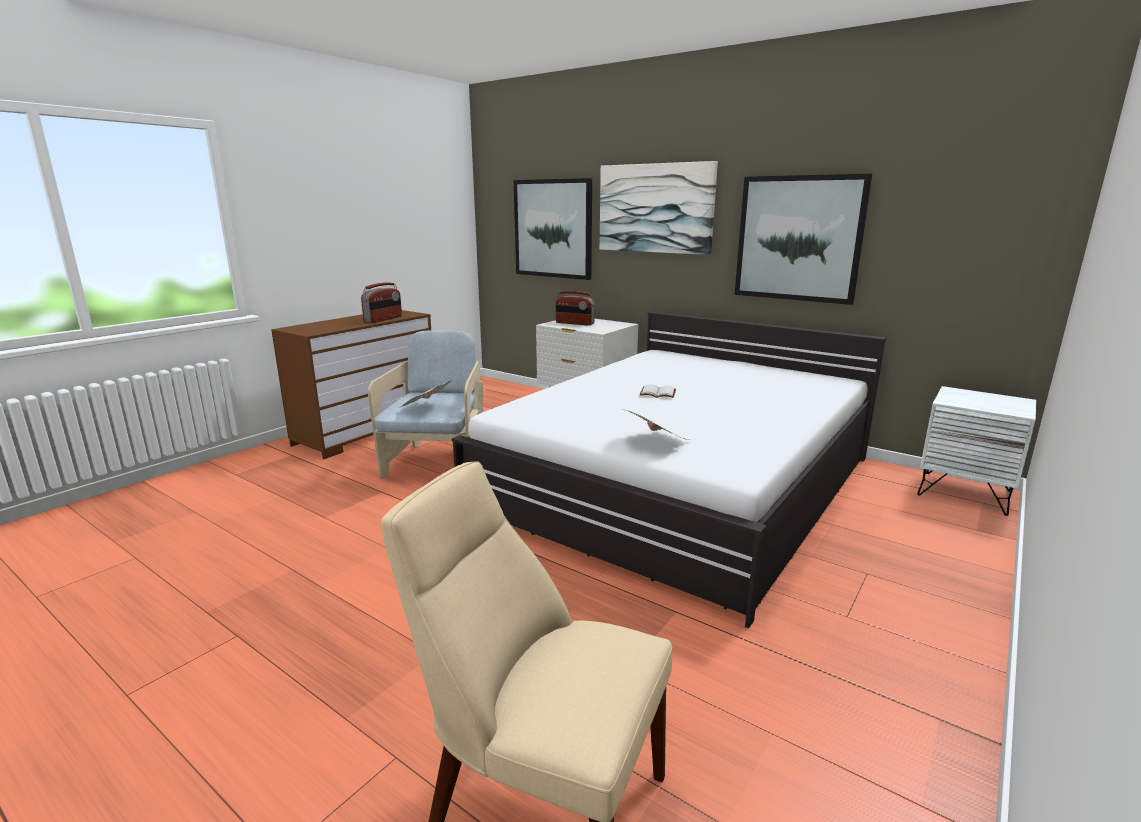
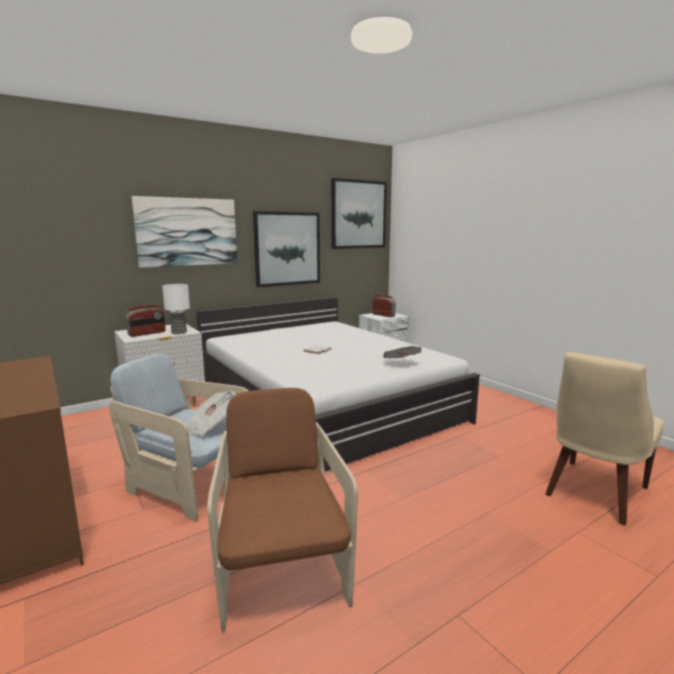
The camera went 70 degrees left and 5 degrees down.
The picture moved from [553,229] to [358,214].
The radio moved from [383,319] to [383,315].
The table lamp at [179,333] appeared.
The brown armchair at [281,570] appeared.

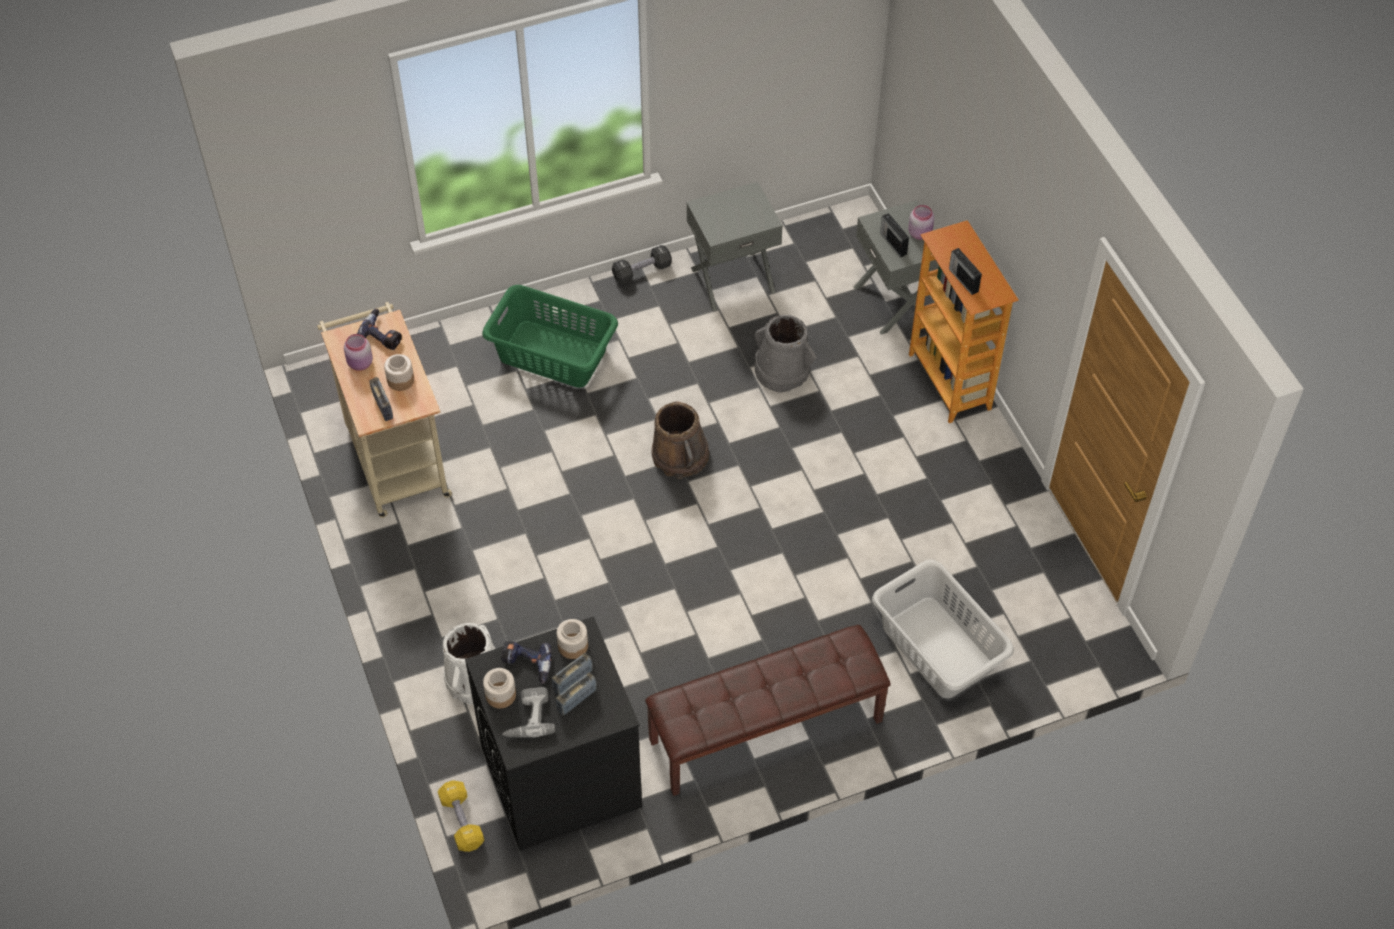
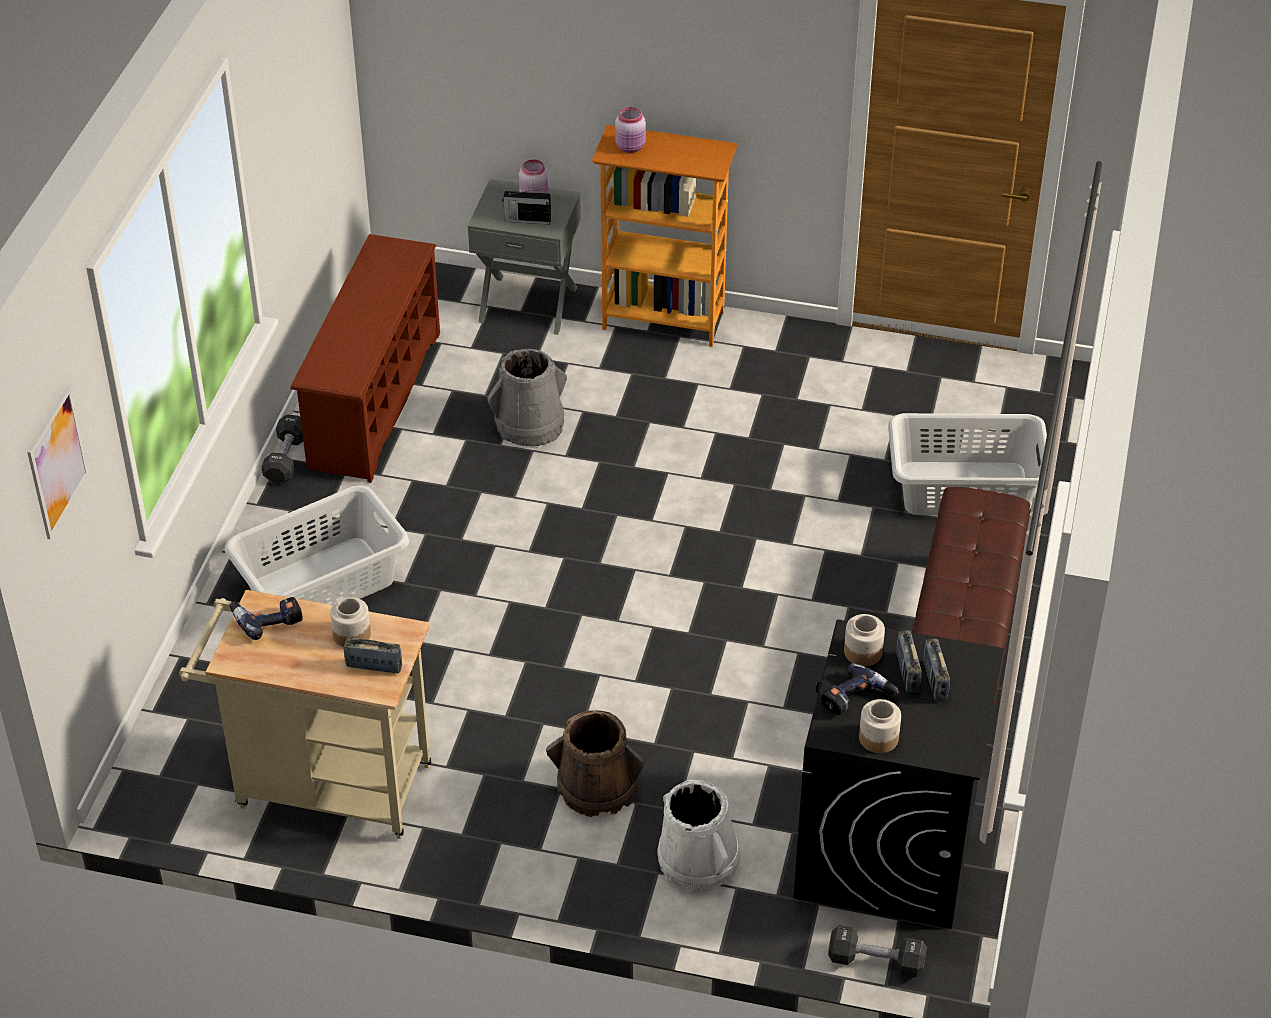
The camera went 55 degrees left and 10 degrees down.
The grey nightstand at [732,279] was replaced by the brown shoe rack at [373,399].
The radio at [963,279] disappeared.
The green laundry basket at [552,353] became the grey laundry basket at [320,583].
The pink jar moved from [360,364] to [631,147].
The brown bucket moved from [680,455] to [597,787].
The power drill at [527,717] disappeared.
The yellow dumbbell at [462,821] became the black dumbbell at [876,961].
The picture at [57,462] appeared.

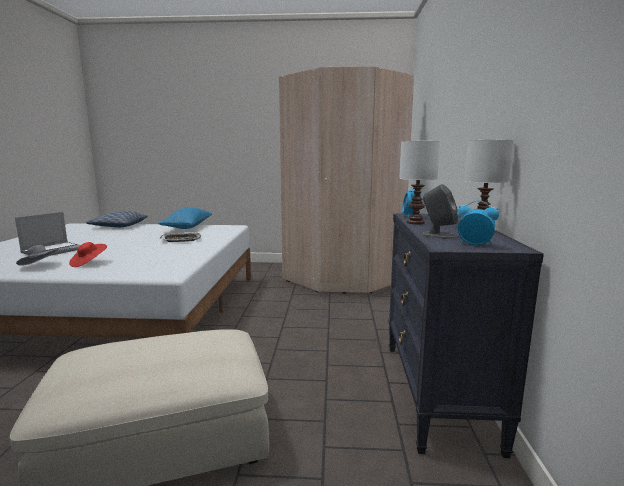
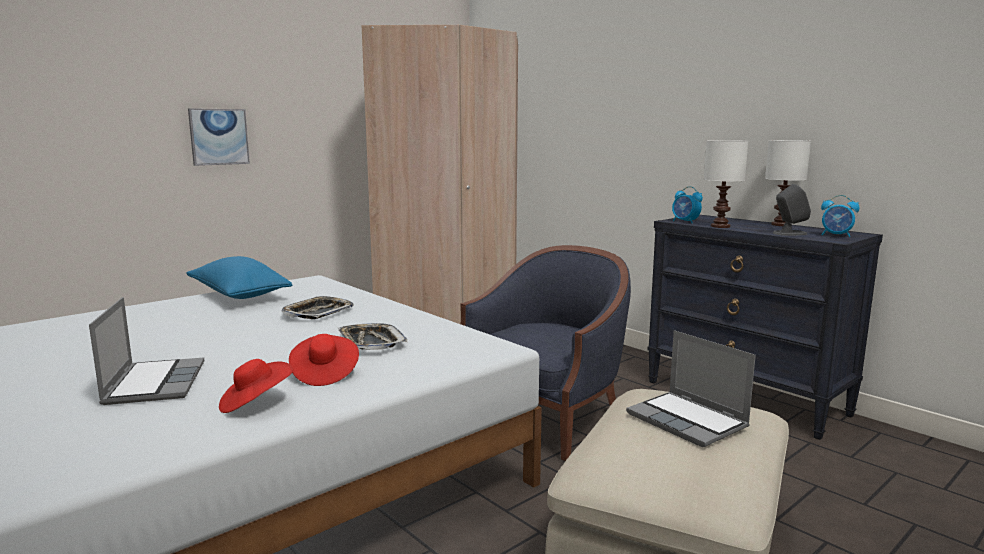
The camera went 45 degrees left and 0 degrees up.
The alarm clock at [474,244] turned 135 degrees counterclockwise.
The pillow at [118,226] disappeared.
The grey hat at [39,266] became the red hat at [255,403].
The picture at [219,137] appeared.
The blue armchair at [543,416] appeared.
The tray at [371,342] appeared.
The laptop at [688,421] appeared.

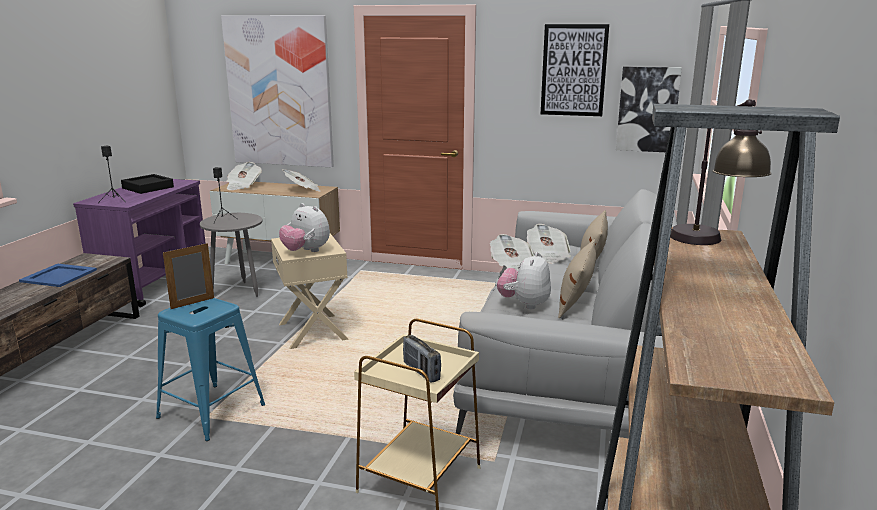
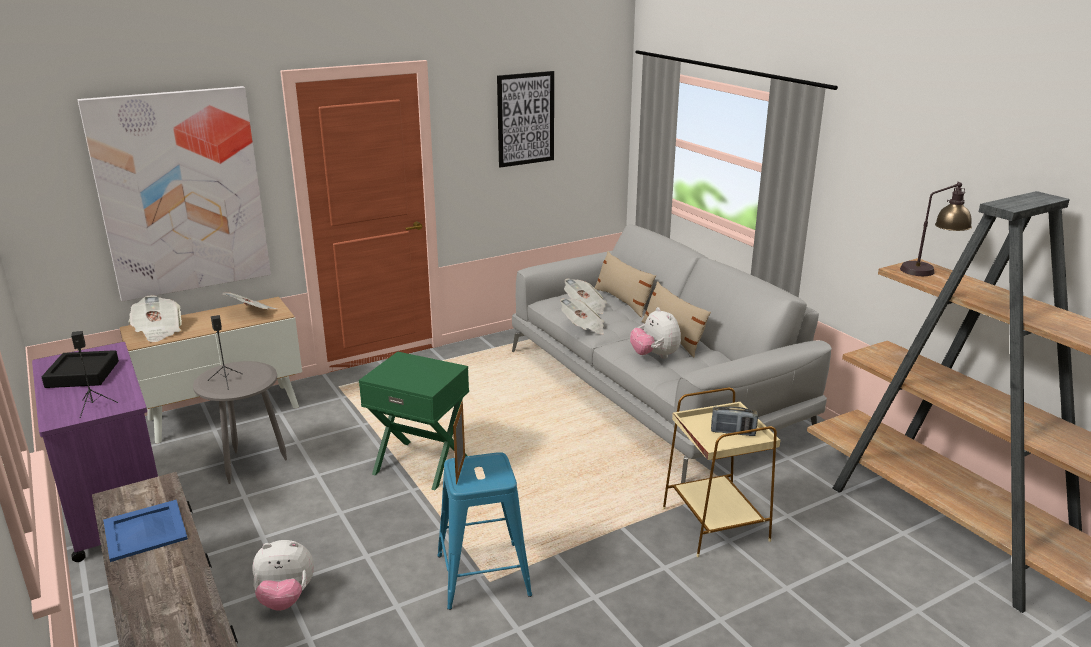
The camera went 45 degrees left and 5 degrees up.
The picture at [647,109] disappeared.
The plush toy moved from [306,251] to [285,598].
The beige side table at [314,331] became the green side table at [421,464].

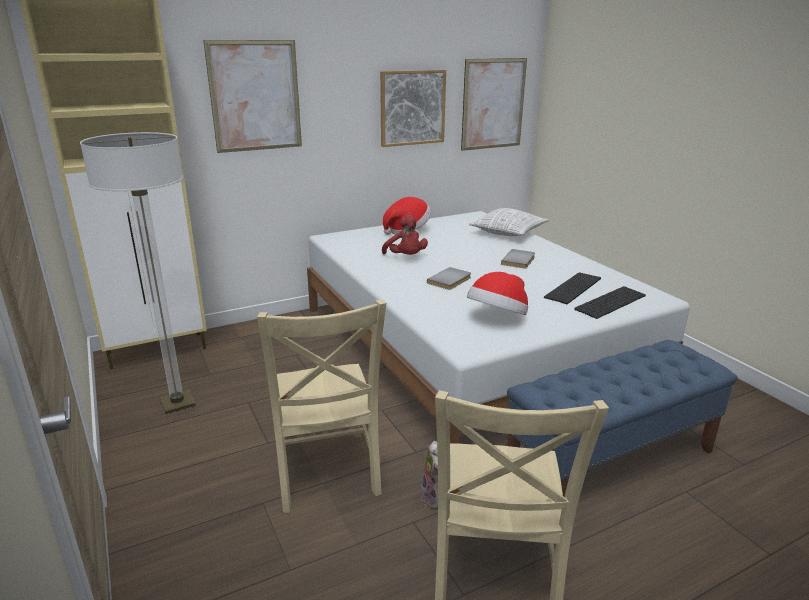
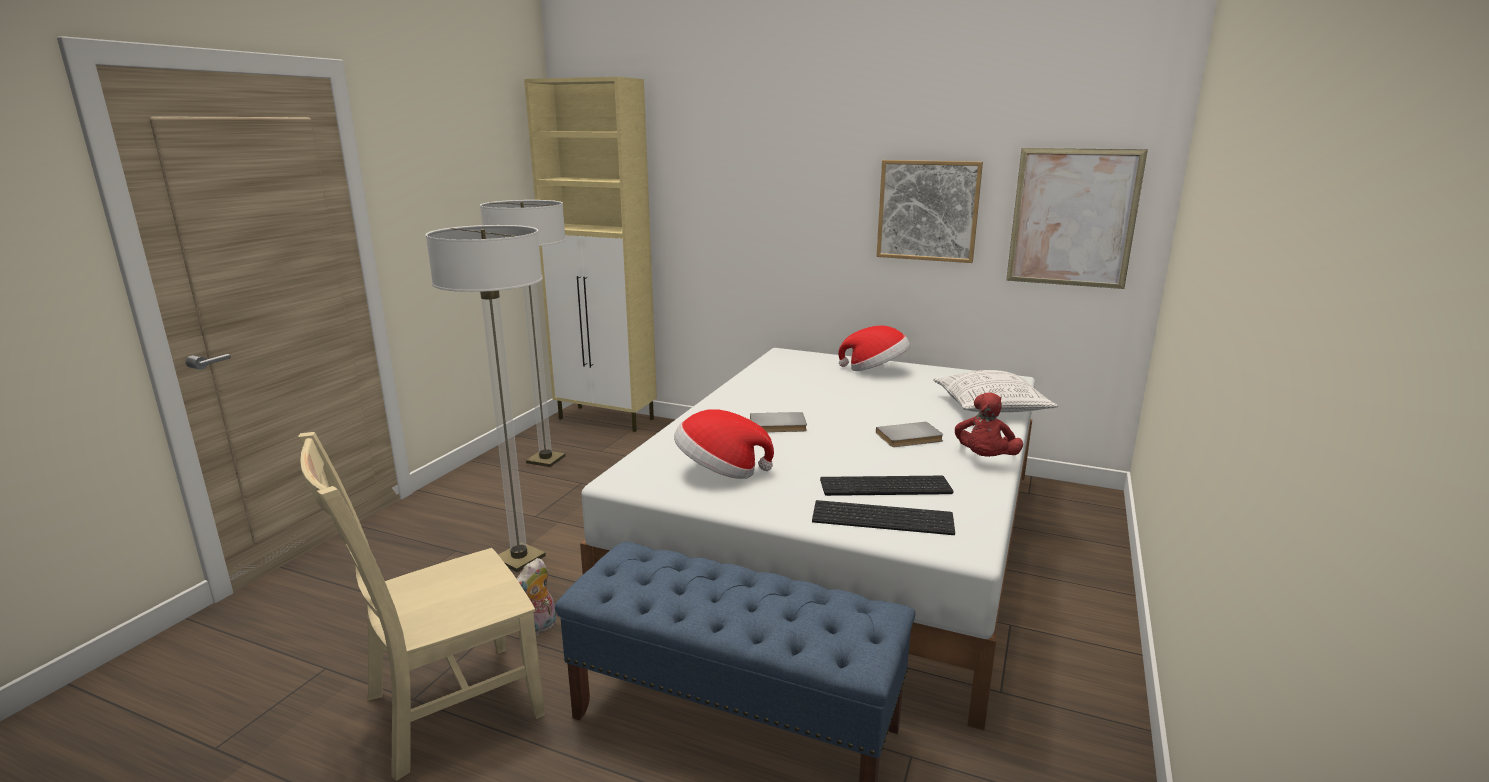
The camera went 50 degrees right and 5 degrees down.
The picture at [255,96] disappeared.
The red plush toy moved from [406,257] to [984,459].
The beige chair at [325,473] was replaced by the floor lamp at [519,559].

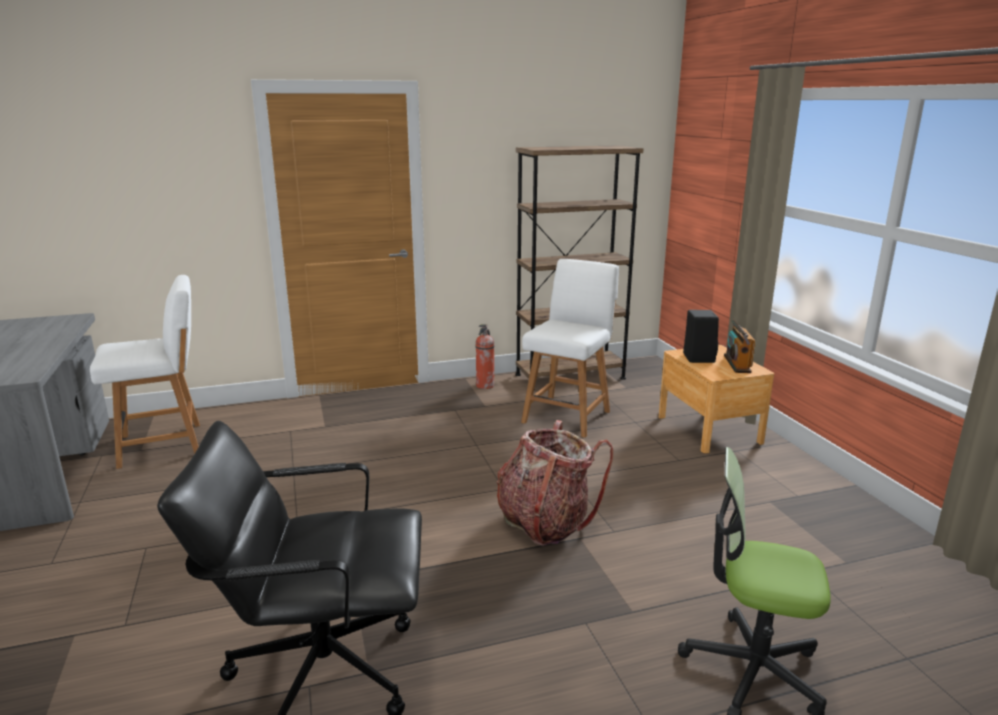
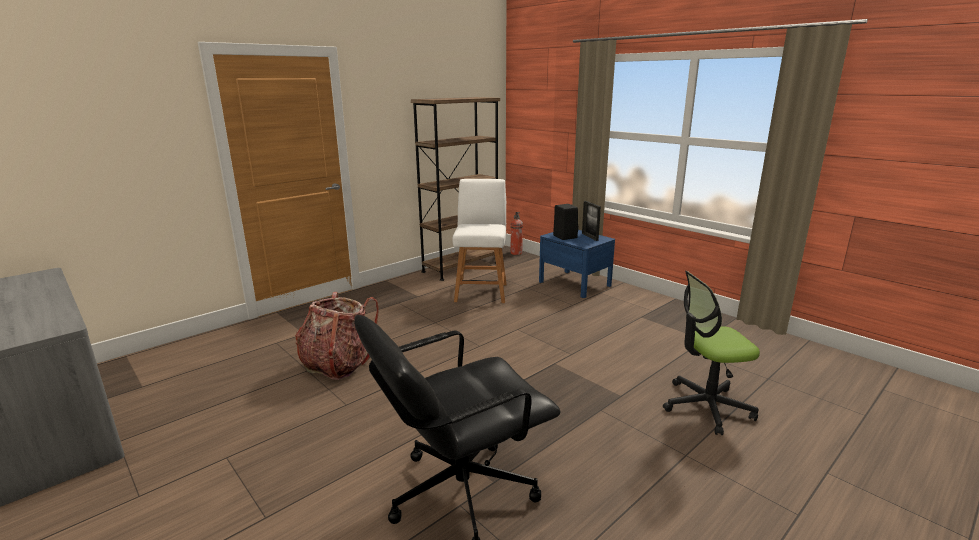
The camera went 25 degrees left and 0 degrees up.
The white chair at [165,444] disappeared.
The radio at [737,364] was replaced by the picture frame at [589,237].
The fire extinguisher moved from [484,386] to [516,253].
The brown nightstand at [709,429] became the blue nightstand at [574,284].
The backpack moved from [546,522] to [337,365].

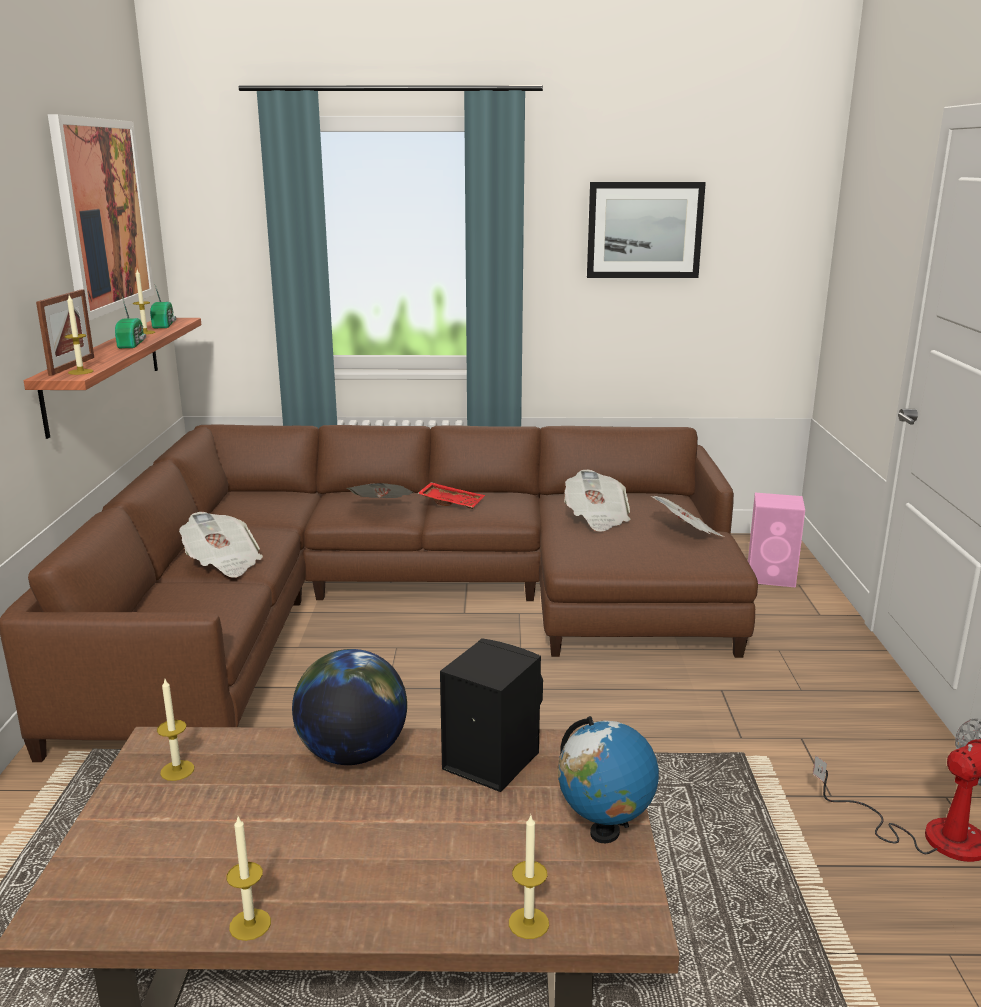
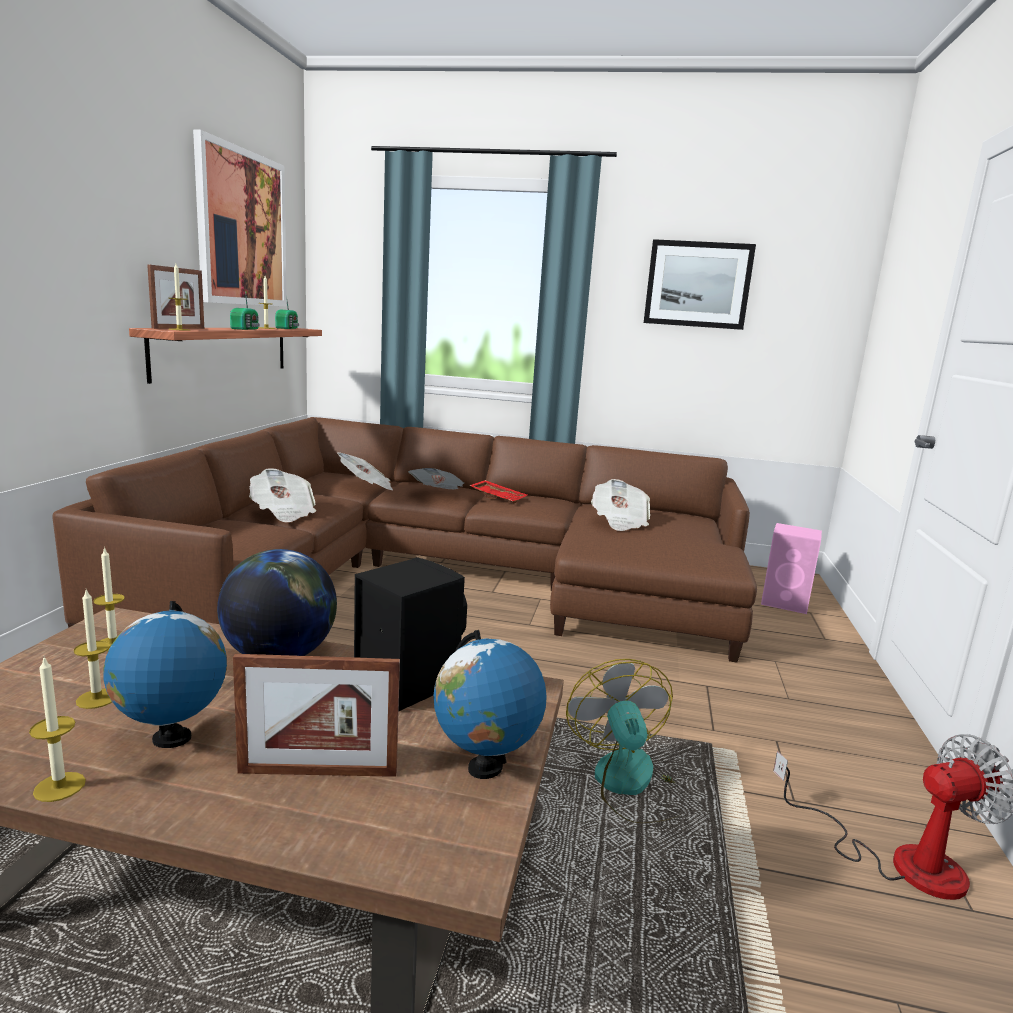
The camera went 10 degrees right and 5 degrees down.
The newspaper moved from [686,534] to [366,486].
The candle moved from [528,923] to [97,698].
The globe at [171,738] appeared.
The picture frame at [318,772] appeared.
The fan at [631,785] appeared.

